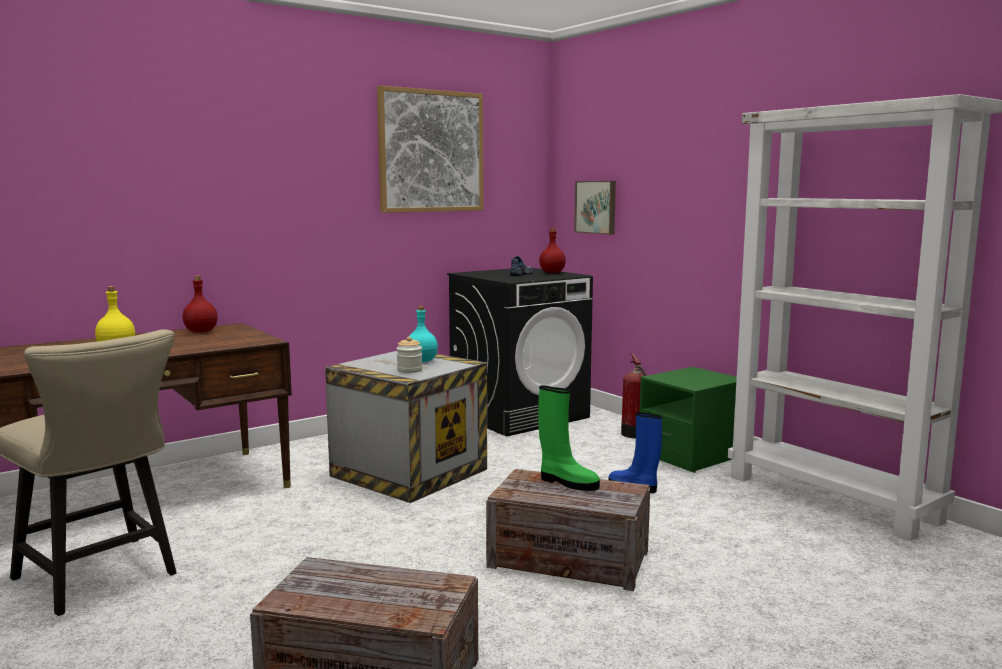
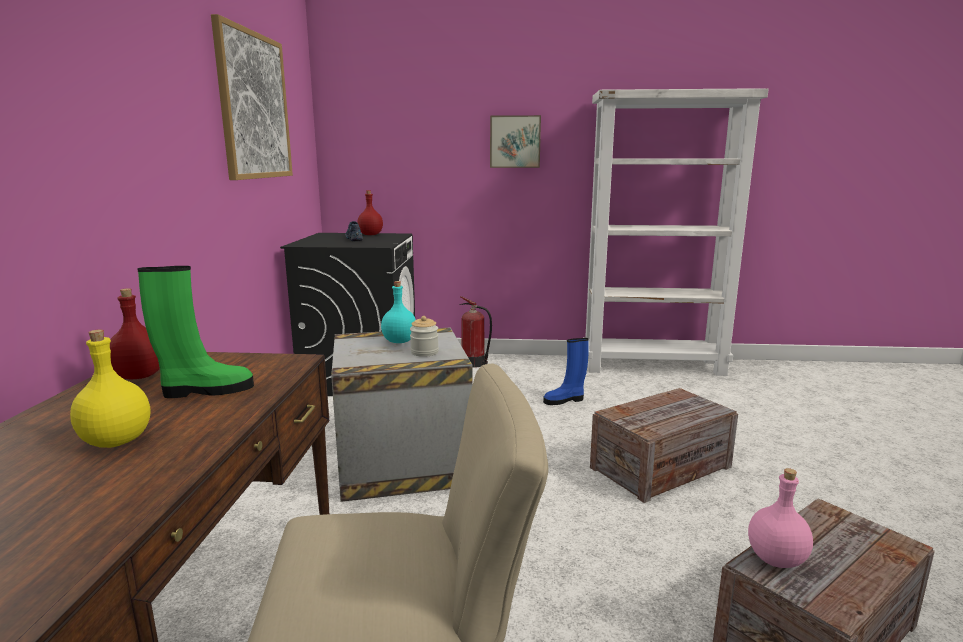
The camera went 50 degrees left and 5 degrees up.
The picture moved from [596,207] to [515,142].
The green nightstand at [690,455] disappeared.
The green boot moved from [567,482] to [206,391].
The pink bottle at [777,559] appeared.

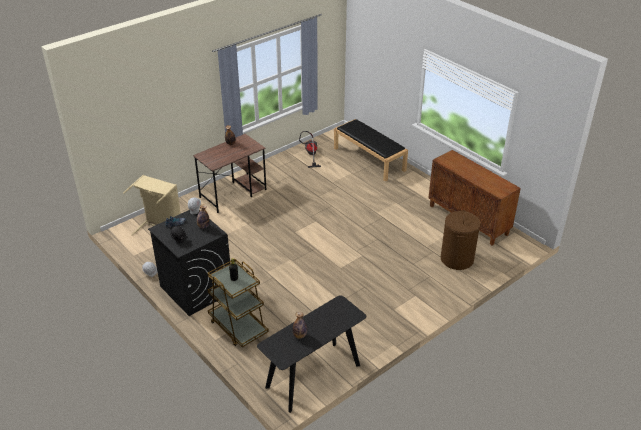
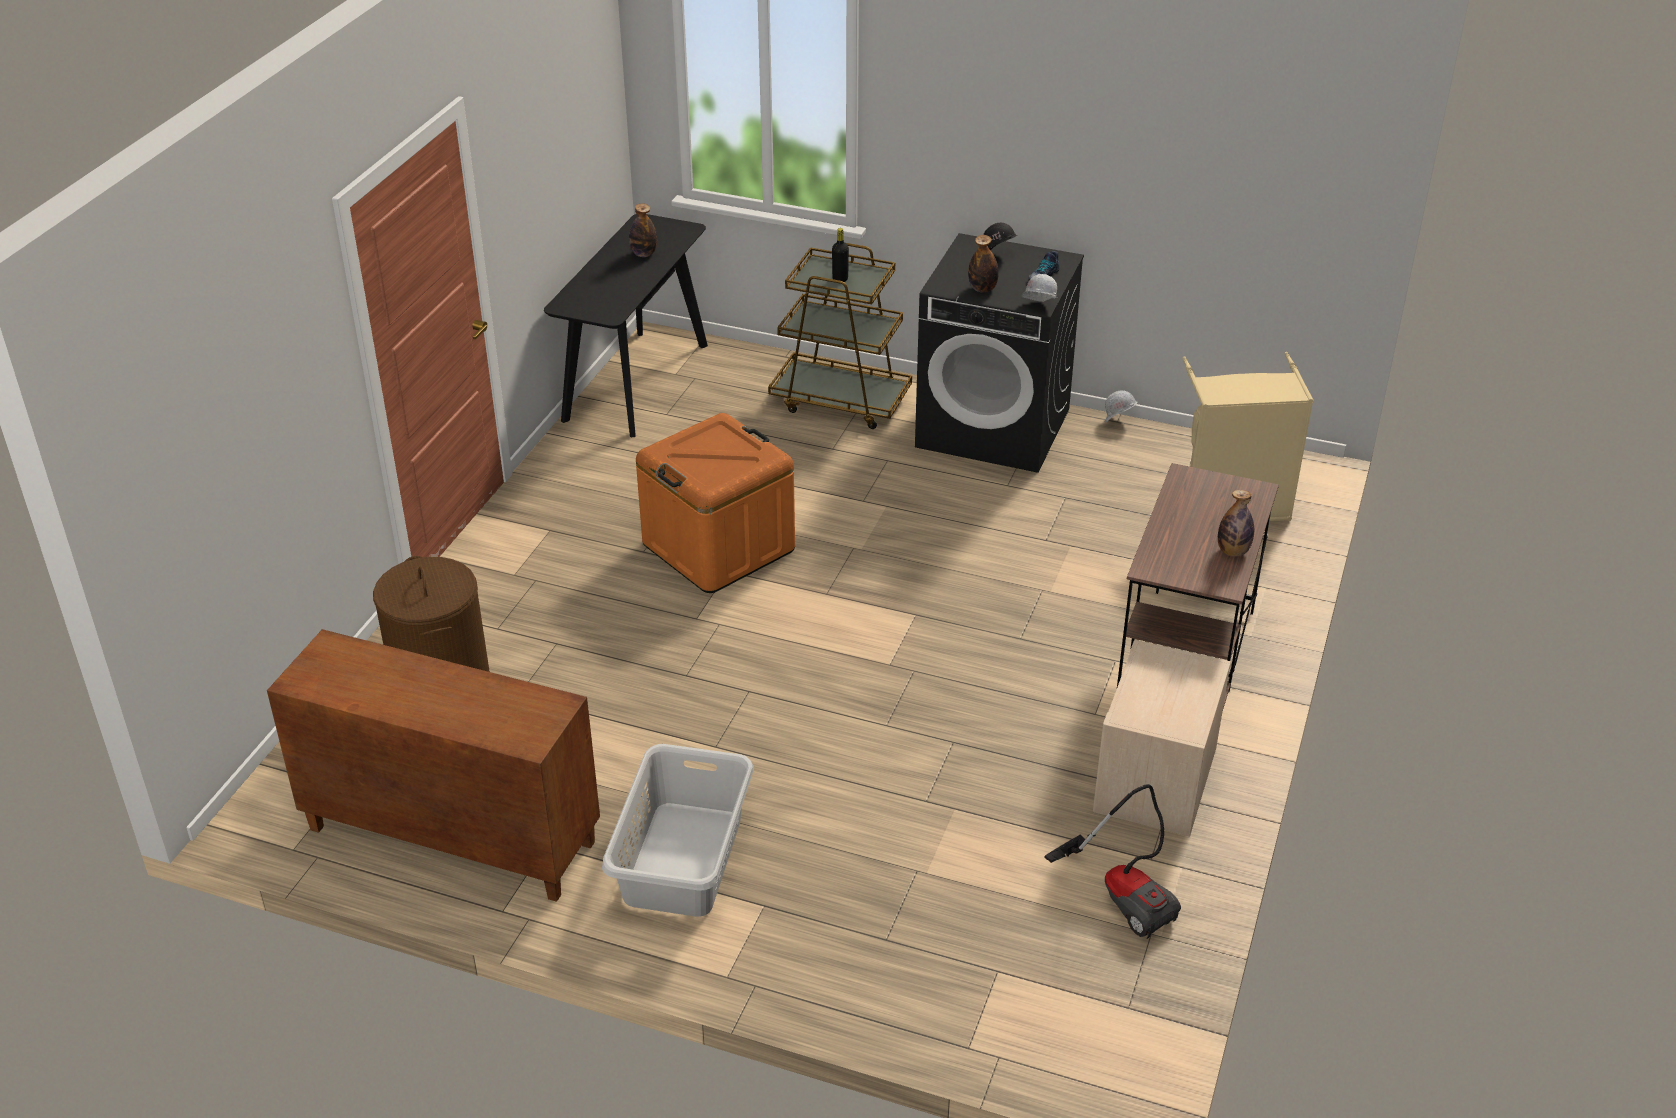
The camera went 150 degrees right and 0 degrees up.
The black bench at [369,159] disappeared.
The orange storage box at [718,547] appeared.
The beige nightstand at [1155,780] appeared.
The grey laundry basket at [681,859] appeared.

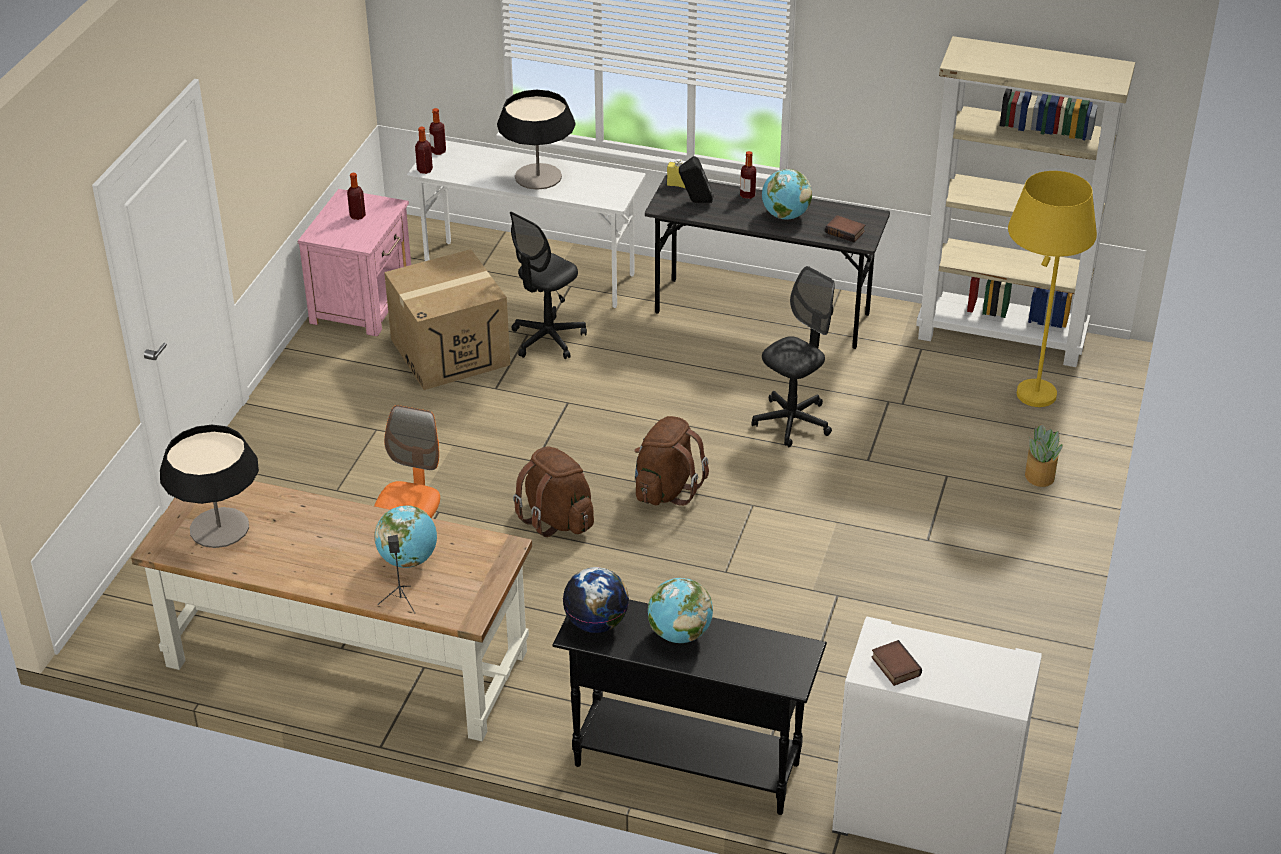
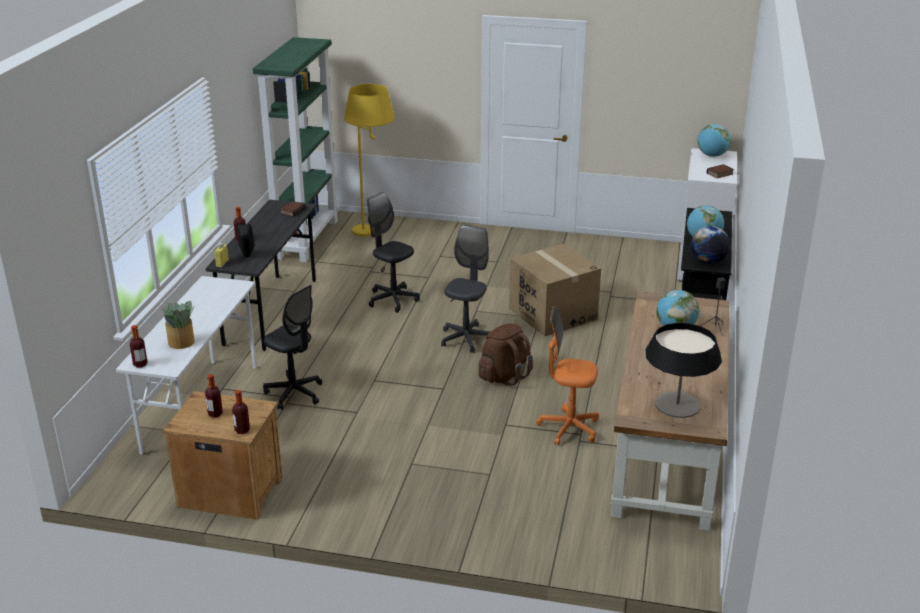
The camera went 95 degrees left and 10 degrees down.
The beige bookcase at [1002,337] became the green bookcase at [306,239].
The table lamp at [538,176] disappeared.
The bottle moved from [425,170] to [242,430].
The globe moved from [785,216] to [712,156].
The pink nightstand at [363,303] became the brown nightstand at [229,491].
The cardboard box moved from [450,352] to [552,314].
The brown backpack at [666,489] was replaced by the grey office chair at [466,339].
The potted plant moved from [1039,476] to [182,342].

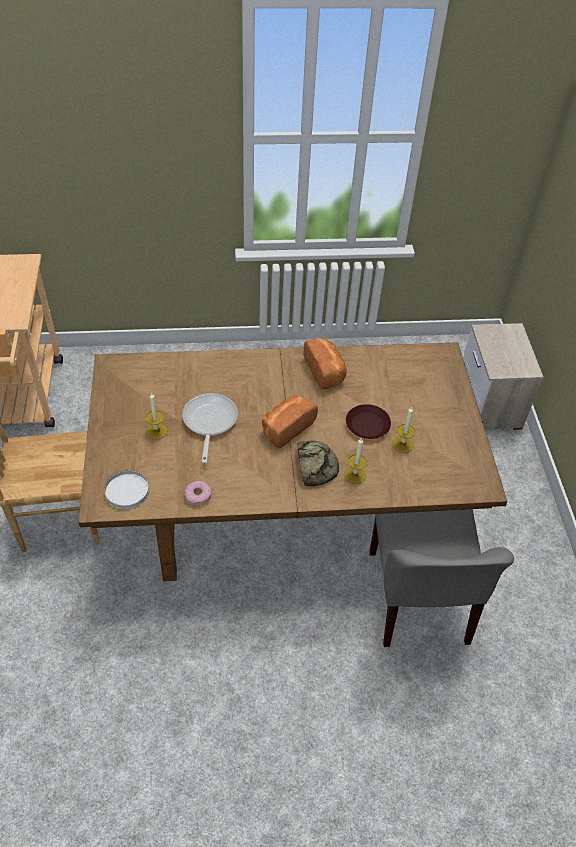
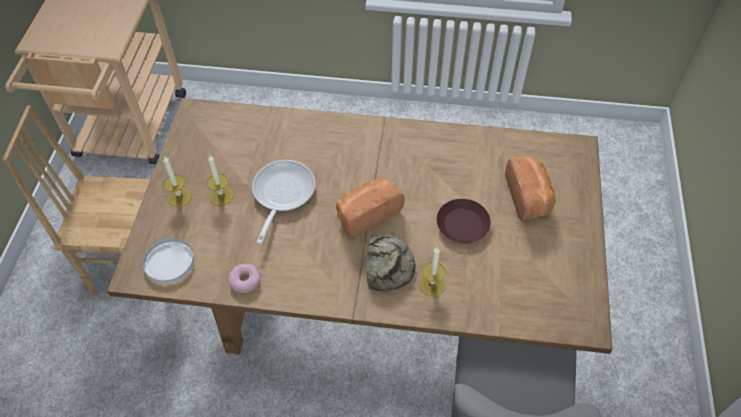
The camera went 15 degrees right and 5 degrees up.
The nightstand at [488,404] disappeared.
The bread moved from [325,371] to [529,197].
The candle moved from [403,444] to [179,197].

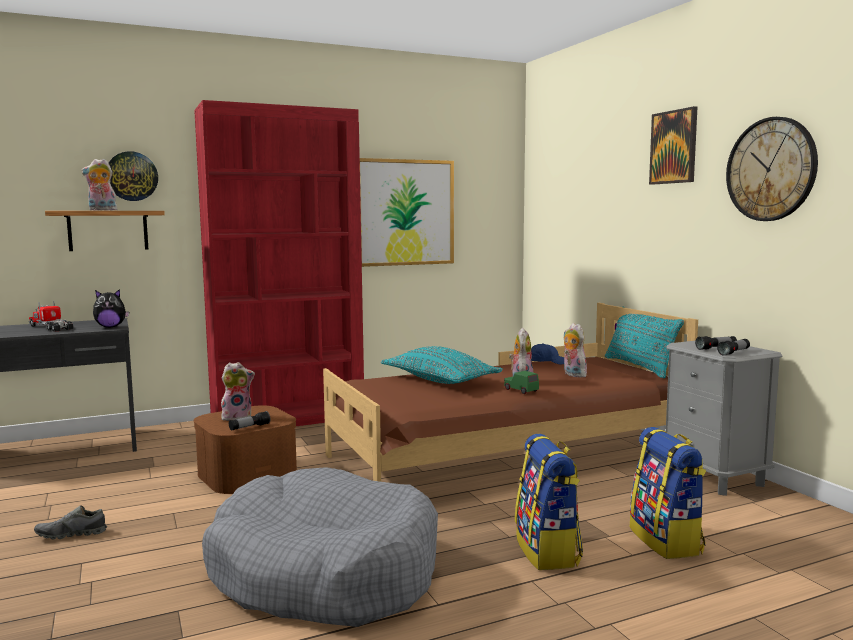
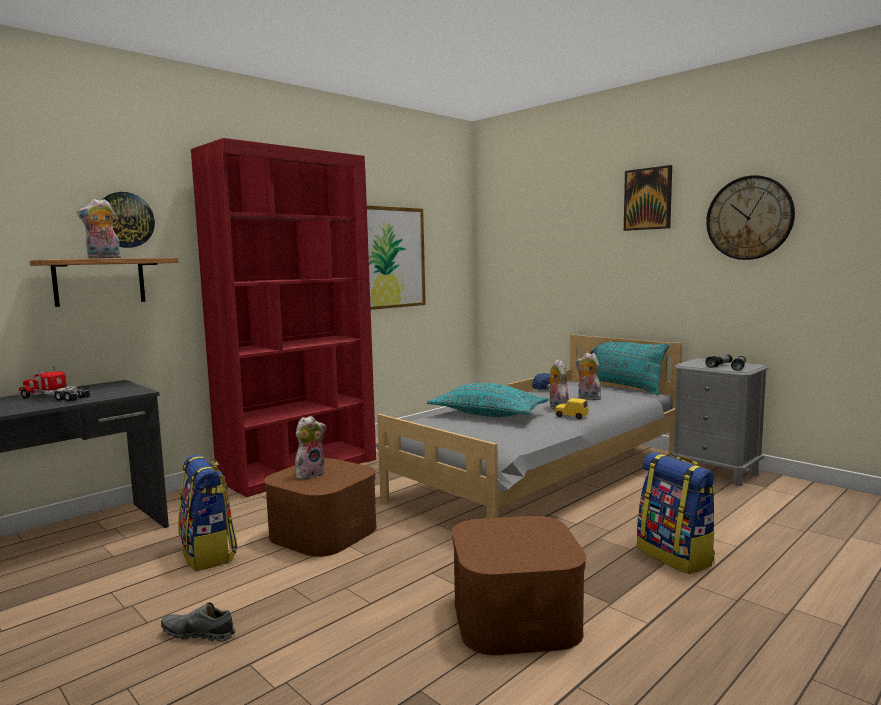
The camera went 20 degrees left and 0 degrees up.
The plush toy at [110,327] disappeared.
The brown bed at [507,455] became the grey bed at [542,476].
The green toy car at [521,390] became the yellow toy car at [571,416].
The flashlight at [249,427] disappeared.
The backpack moved from [667,541] to [209,554].
The grey dog bed at [324,572] was replaced by the brown storage box at [516,616].
The grey shoe at [71,534] turned 45 degrees clockwise.

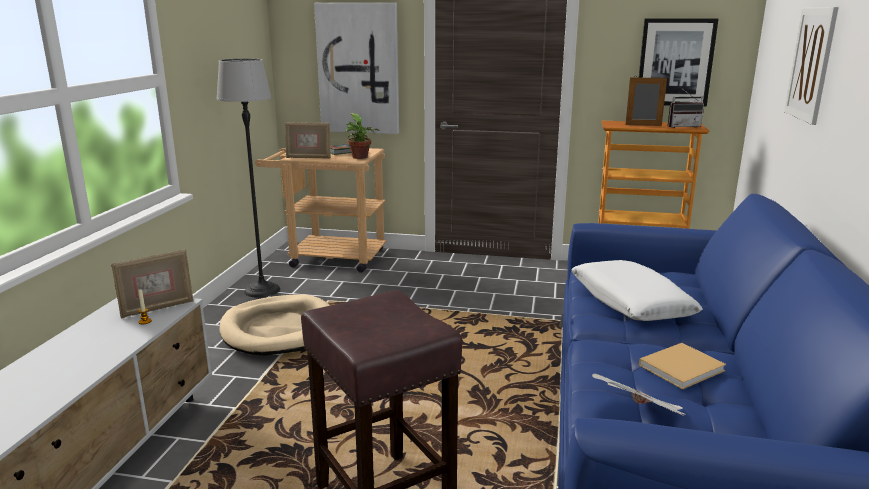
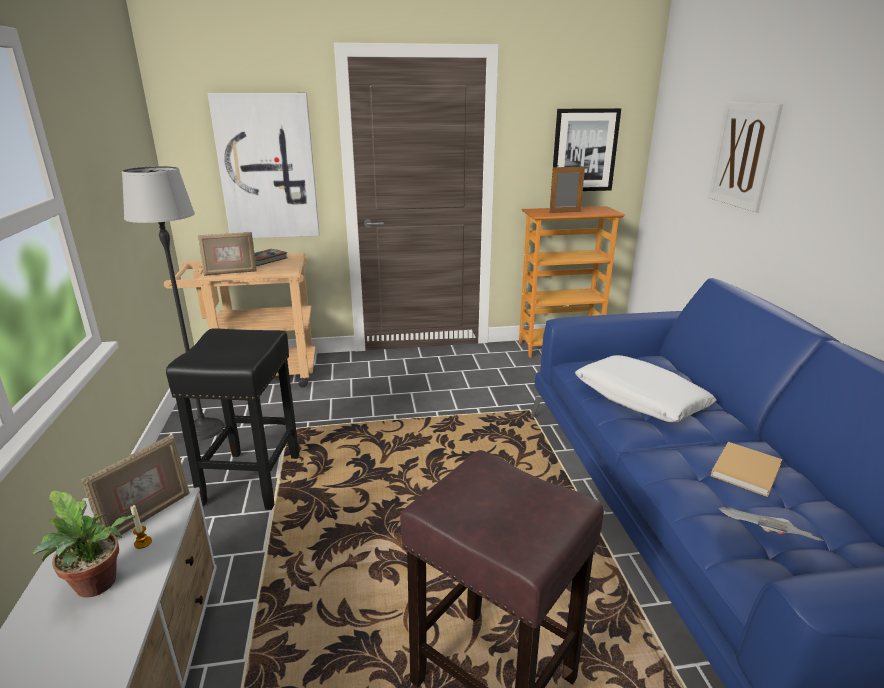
The camera went 20 degrees left and 5 degrees up.
The radio at [682,126] disappeared.
The potted plant moved from [360,157] to [98,586].
The beige dog bed at [279,330] was replaced by the black stool at [252,478].

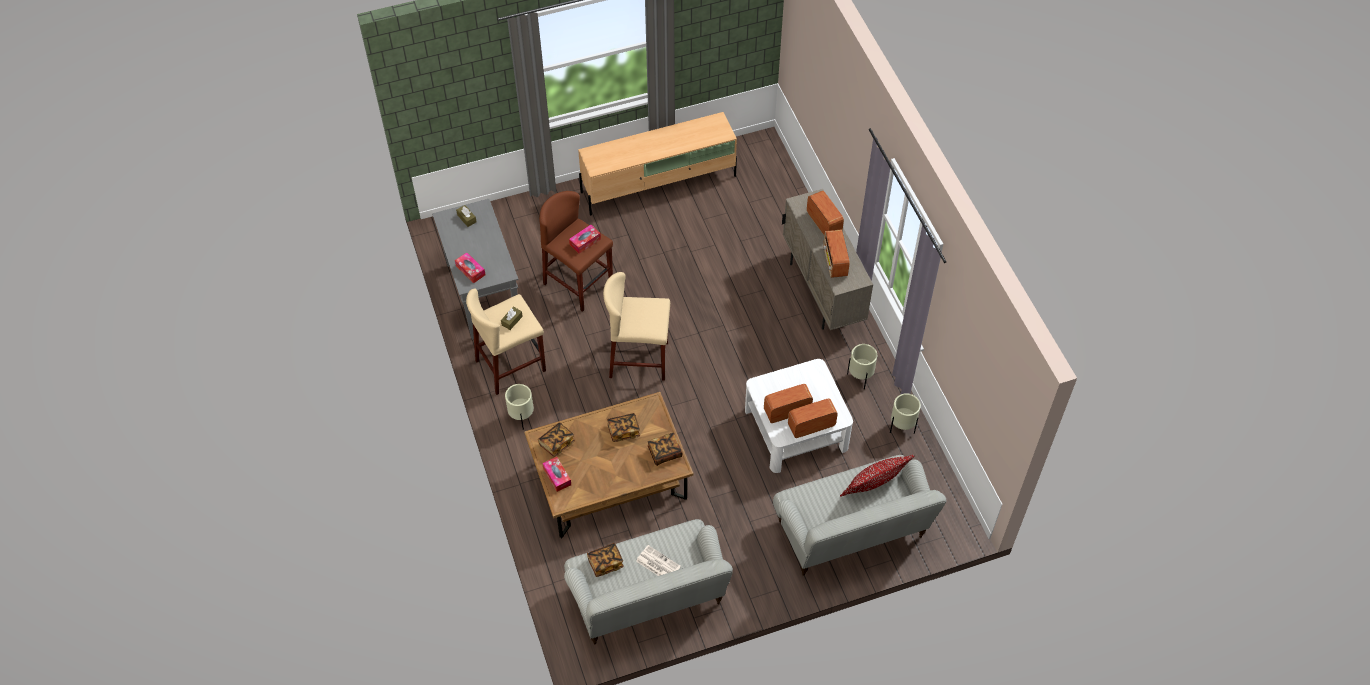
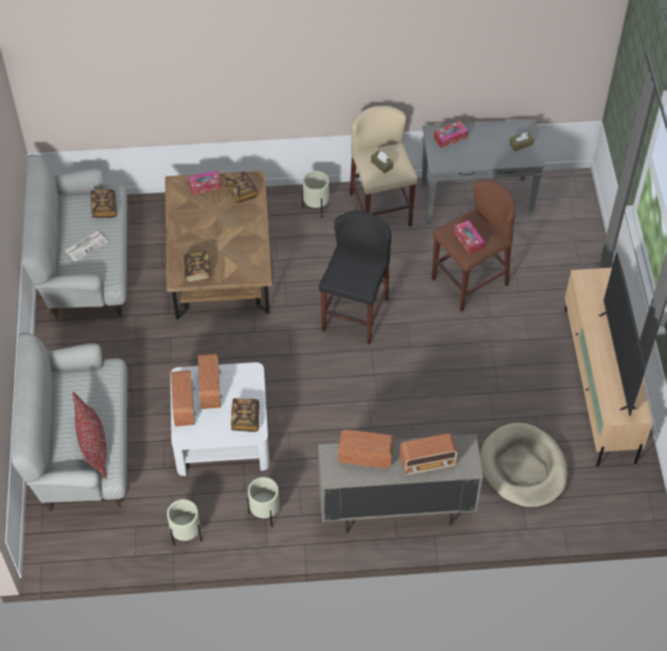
The camera went 105 degrees right and 0 degrees up.
The beige stool at [639,359] became the black stool at [355,314].
The book moved from [623,431] to [245,419].
The television at [617,361] appeared.
The beige dog bed at [523,468] appeared.

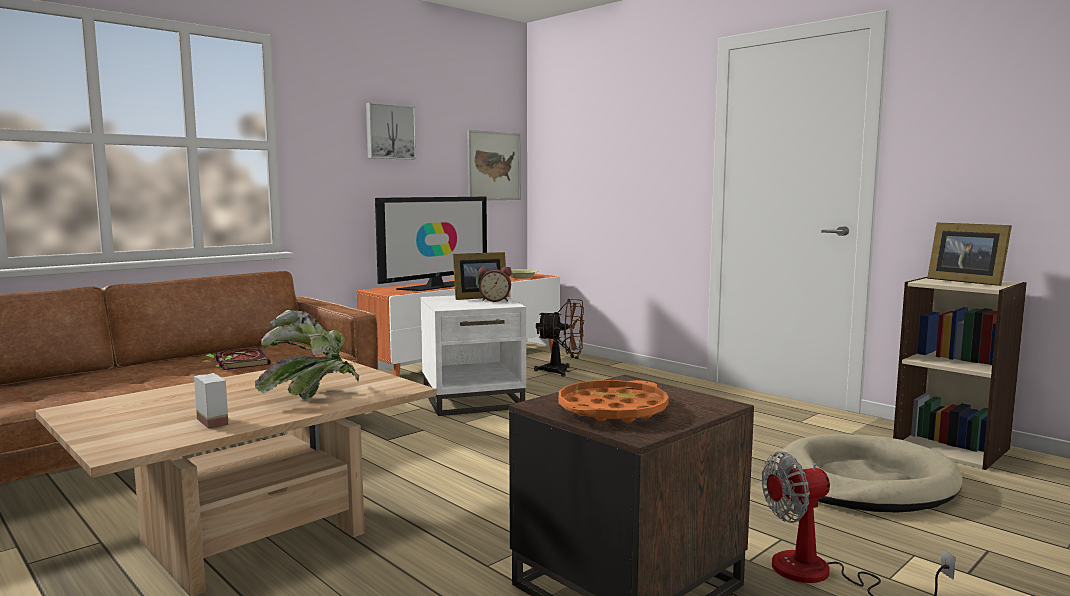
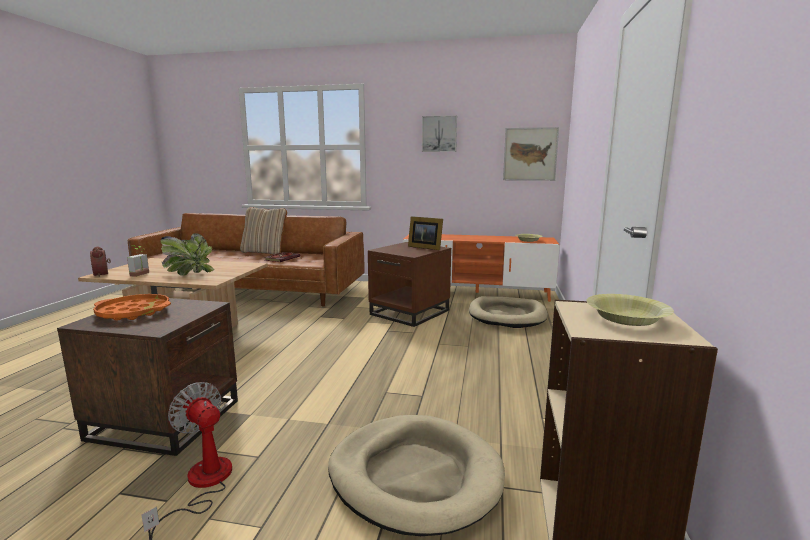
The camera went 55 degrees right and 5 degrees up.
The television at [435,286] disappeared.
The picture frame at [964,281] was replaced by the yellow bowl at [627,319].
The alarm clock moved from [495,300] to [103,274].
The white side table at [473,399] became the brown side table at [410,312].
The brown fan at [562,371] was replaced by the beige dog bed at [507,315].
The beige pillow at [265,252] appeared.

